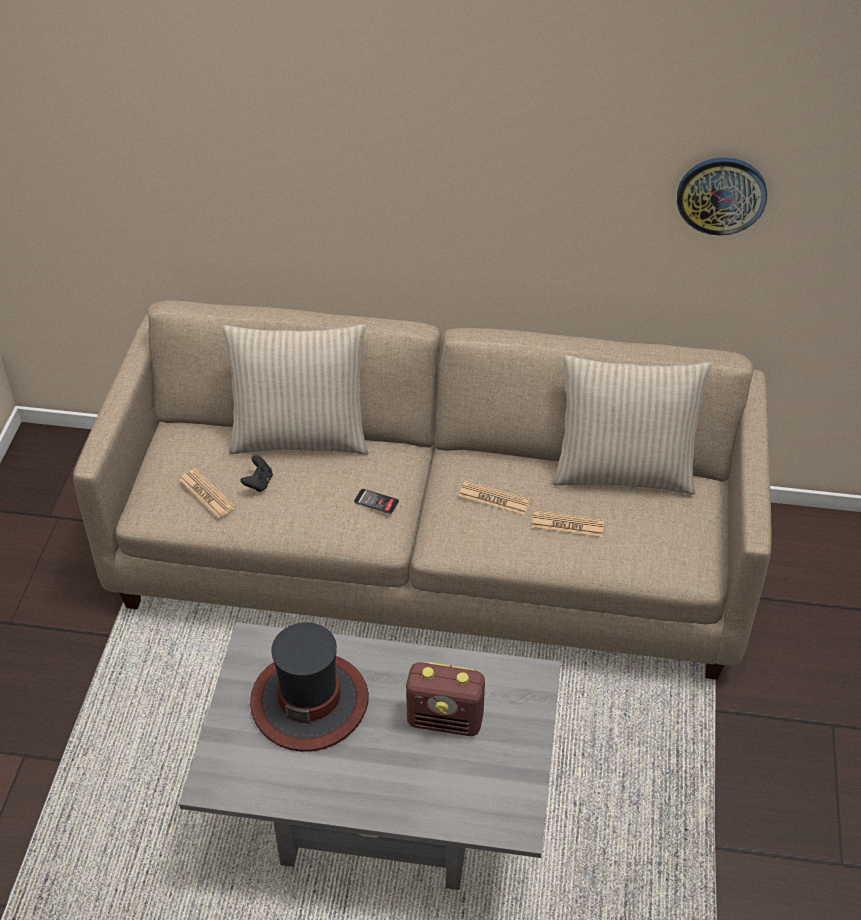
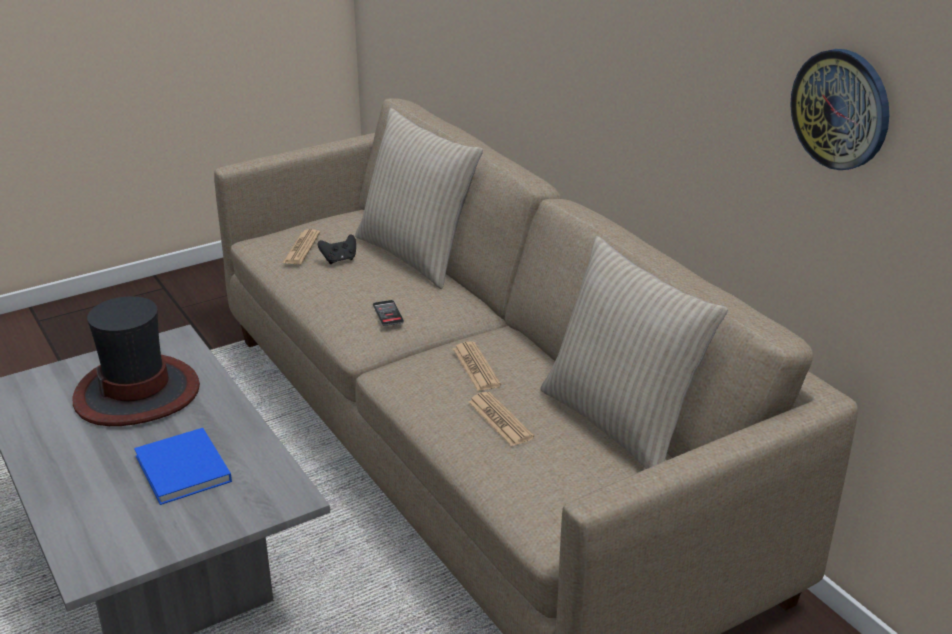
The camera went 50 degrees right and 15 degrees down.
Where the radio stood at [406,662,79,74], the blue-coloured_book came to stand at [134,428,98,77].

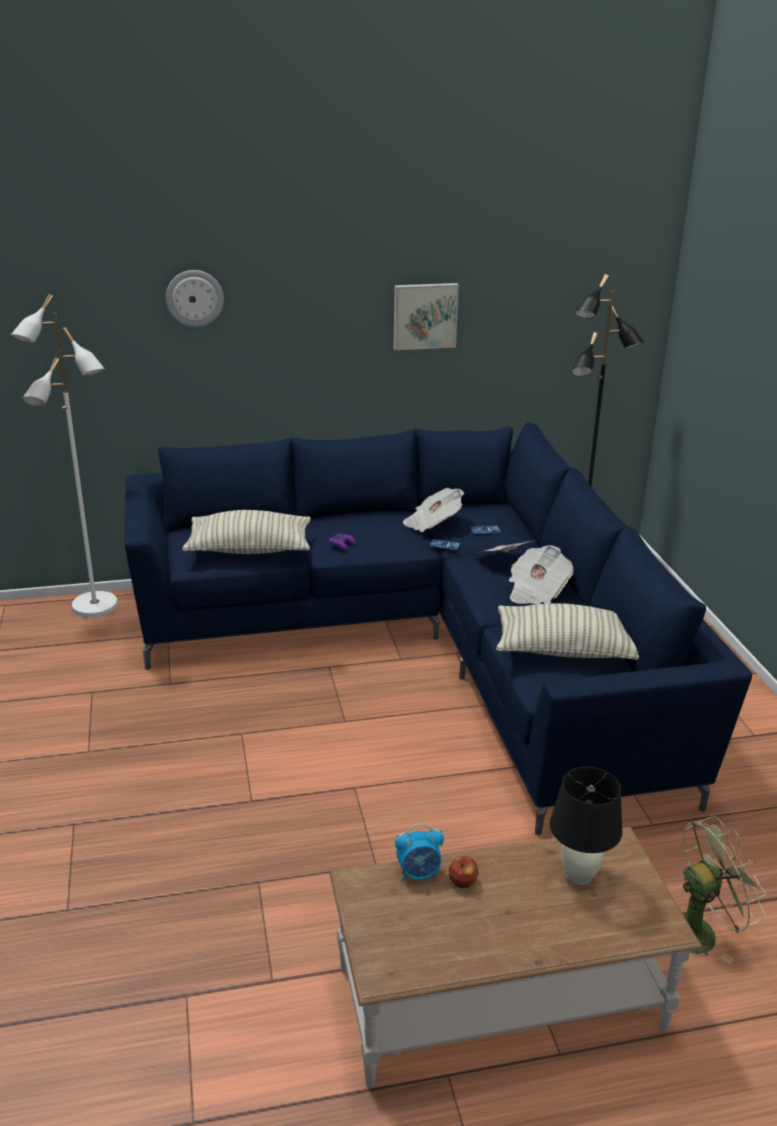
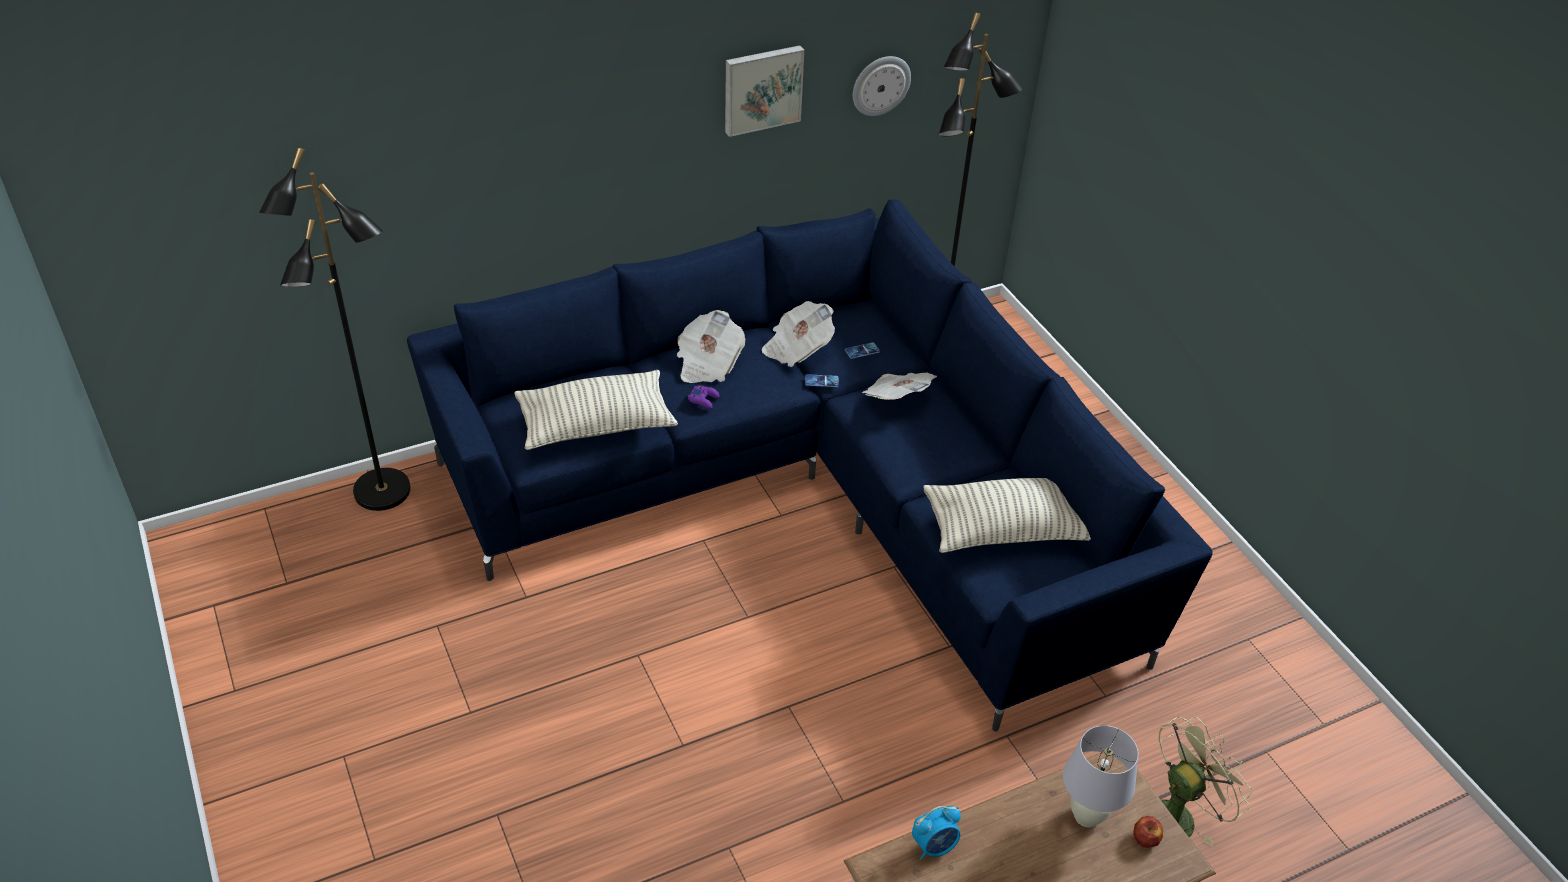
The camera went 15 degrees left and 15 degrees up.
The wall_clock ended up elsewhere, having gone from [166,270,58,57] to [853,56,58,60].
What was the white-coloured_standing_lamp at [11,294,107,323] turned into the black_standing_lamp at [259,148,152,363].
The newspaper ended up elsewhere, having gone from [509,545,65,59] to [677,310,69,73].
What was the black_table_lamp at [550,767,72,118] turned into the white-coloured_table_lamp at [1063,725,76,103].
The whole_apple ended up elsewhere, having gone from [449,856,29,32] to [1133,816,30,32].

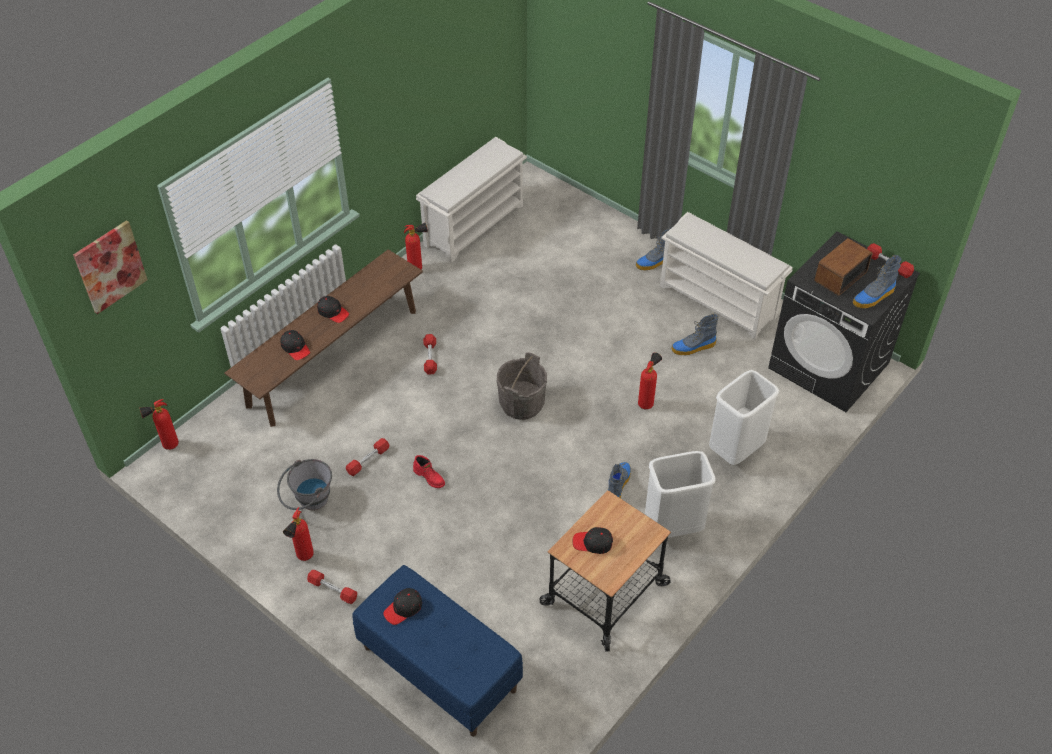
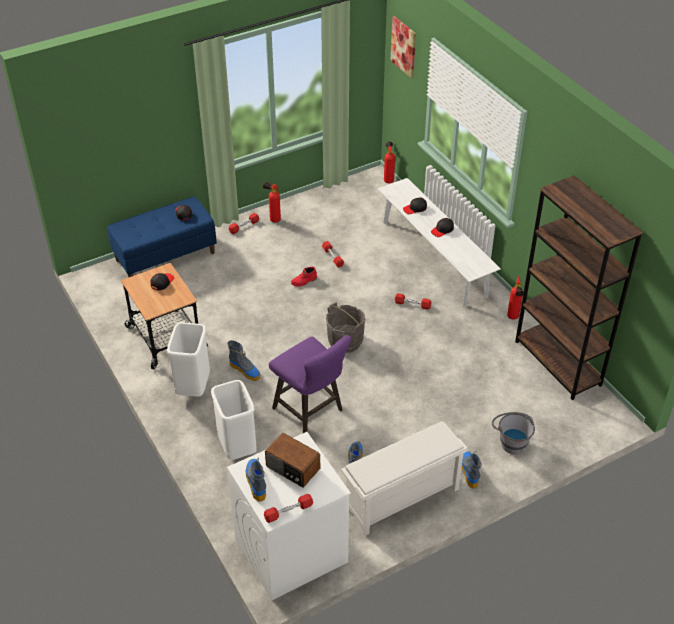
The camera went 110 degrees right and 5 degrees down.
Where the white-coloured_shoe_rack stood at [416,137,111,126], the brownish_shelving_unit came to stand at [515,175,128,225].
What was the black_laundry_appliance at [768,231,152,181] turned into the white-coloured_laundry_appliance at [227,432,124,168].
The radio at [814,238,59,58] ended up facing another way, 150 degrees clockwise from before.
What was the brownish_long_seat at [225,249,198,178] turned into the white-coloured_long_seat at [378,178,123,129].
Where the extinguisher stood at [638,352,24,57], the purple_stool came to stand at [269,335,83,98].
The grey_pail ended up elsewhere, having gone from [277,459,55,51] to [492,412,43,42].

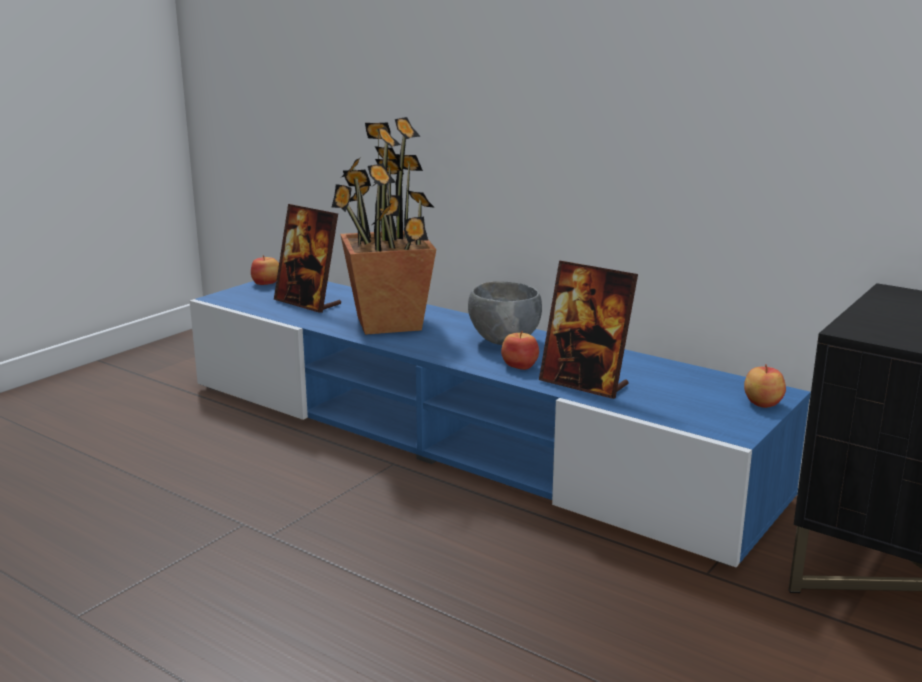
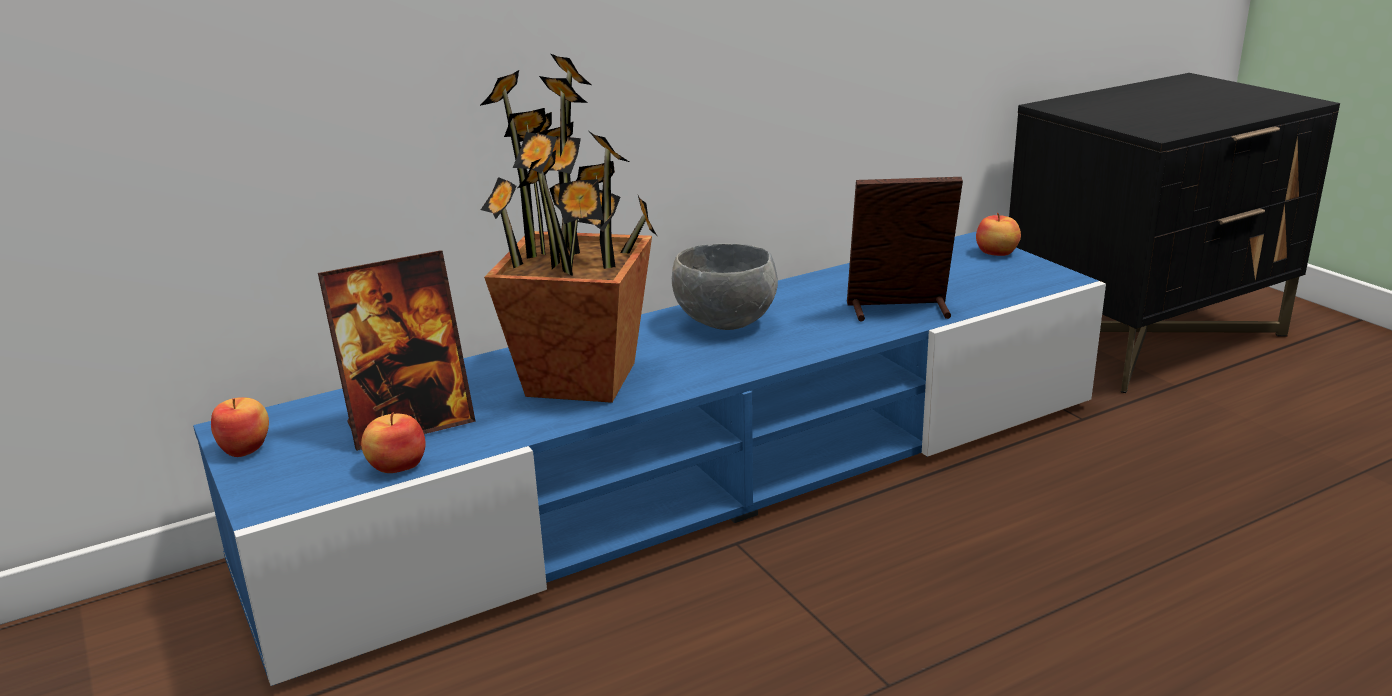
The camera went 65 degrees left and 5 degrees up.
The photo_frame at [539,261,99,138] ended up facing another way, 150 degrees counterclockwise from before.
The whole_apple ended up elsewhere, having gone from [501,331,38,39] to [361,413,65,60].

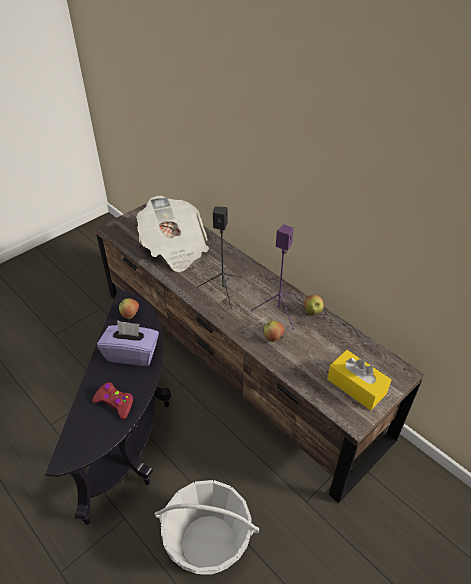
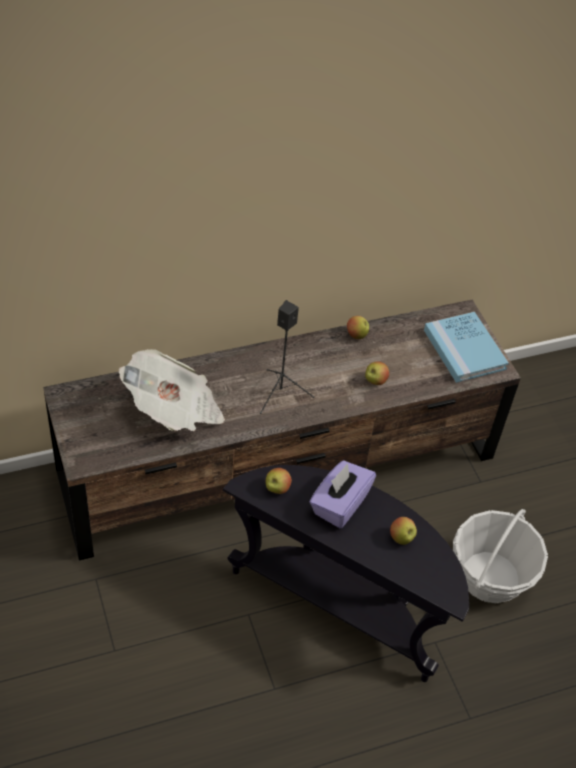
The camera went 70 degrees left and 5 degrees up.
The second view lost the purple_audio_speaker at [251,224,43,106].
Where the yellow_box_of_tissues stood at [327,350,64,60], the blue-coloured_book came to stand at [424,312,85,71].
Where the red-coloured_gamepad stood at [92,382,41,37], the whole_apple came to stand at [390,517,27,28].

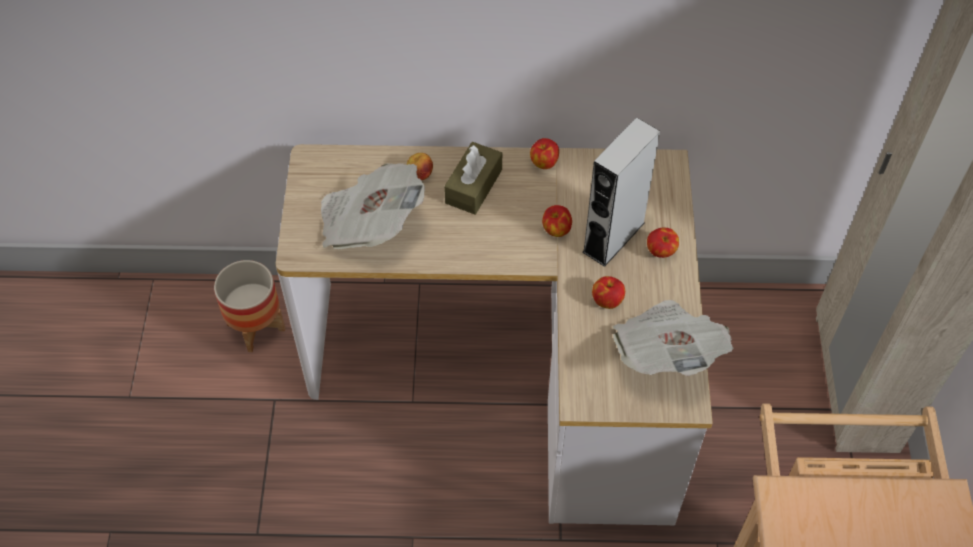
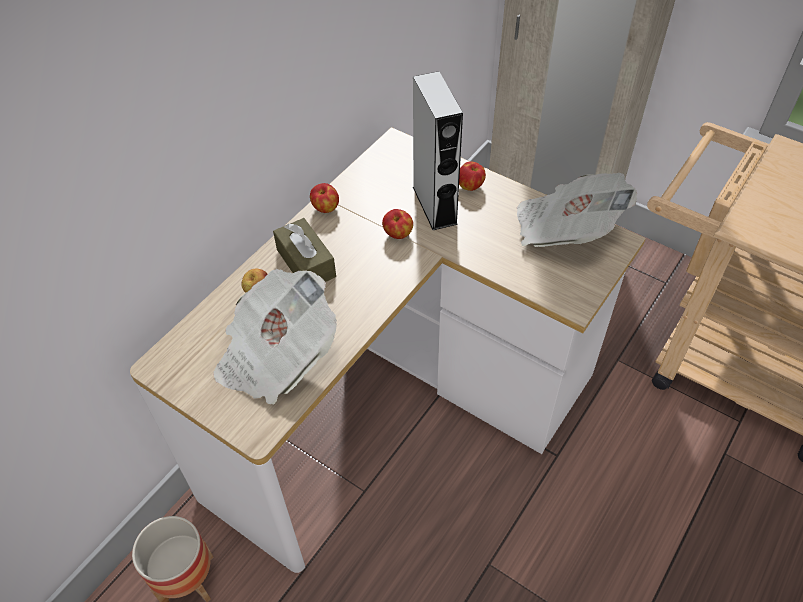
The camera went 55 degrees left and 5 degrees down.
The second view lost the whole_apple at [592,276,33,33].

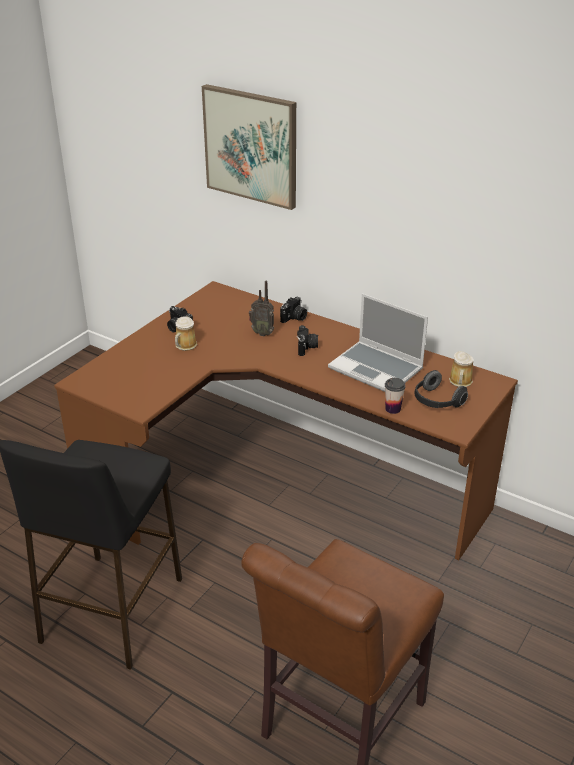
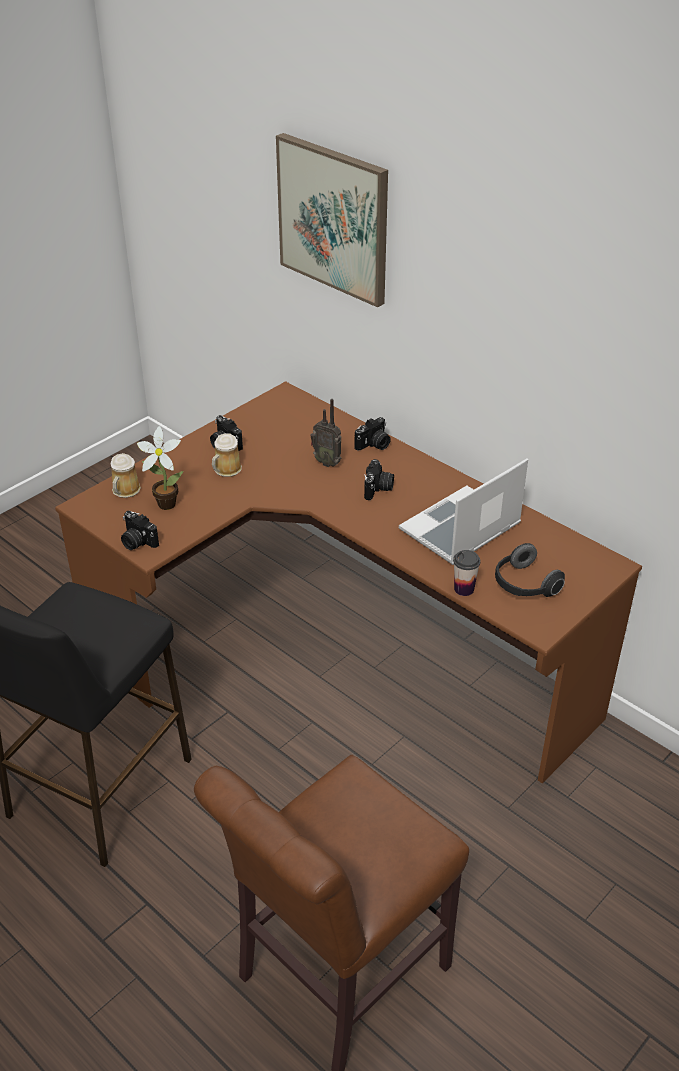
The camera went 10 degrees right and 5 degrees up.
The notebook_computer at [328,293,100,99] ended up facing another way, 90 degrees clockwise from before.
The mug ended up elsewhere, having gone from [449,351,25,36] to [110,453,31,45].
The second view gained the plant_in_a_pot at [137,426,46,84].
The second view gained the photo_camera at [121,511,38,39].

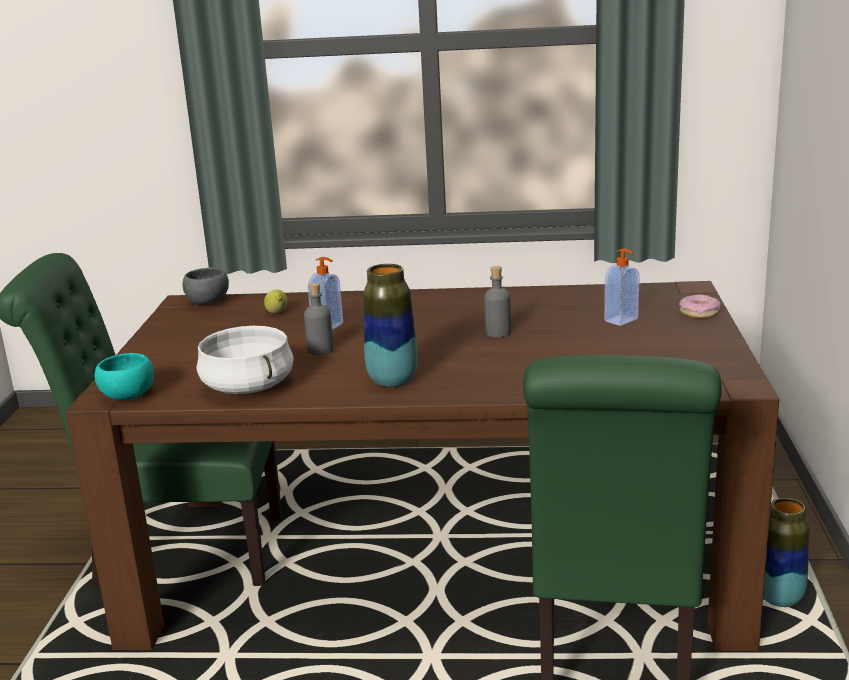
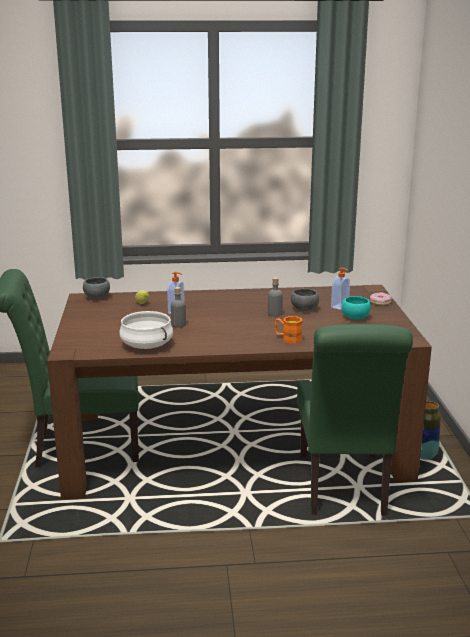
The camera went 10 degrees left and 0 degrees up.
The second view lost the vase at [363,264,55,123].
The turquoise-coloured_bowl ended up elsewhere, having gone from [95,353,59,47] to [342,296,29,23].
The second view gained the grey_bowl at [291,289,28,22].
The second view gained the orangey_mug at [275,316,27,28].

